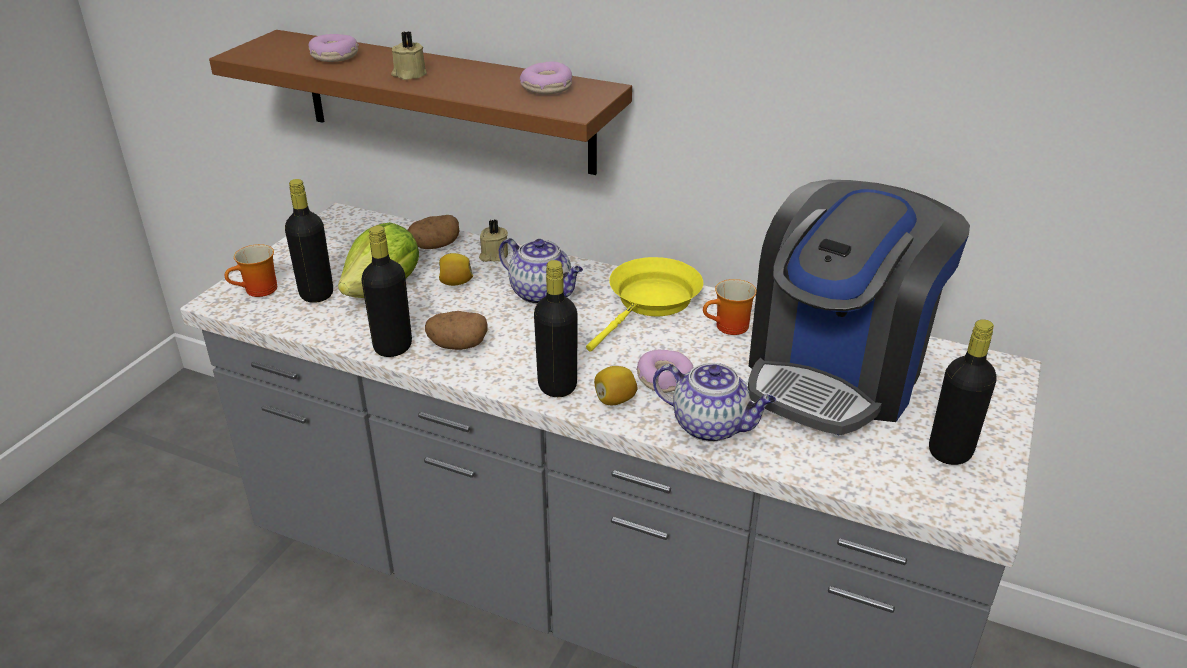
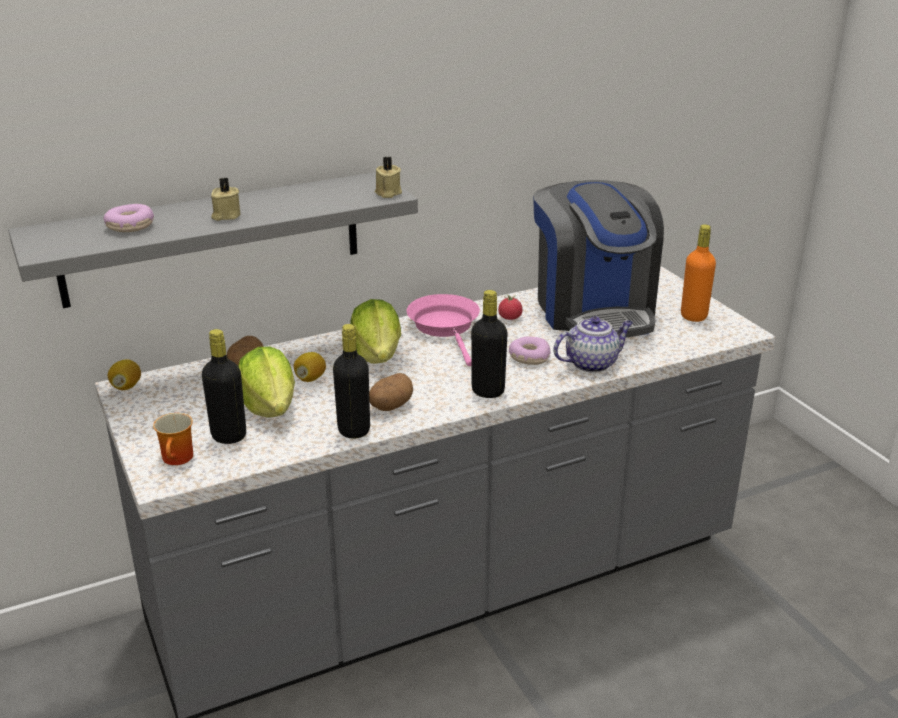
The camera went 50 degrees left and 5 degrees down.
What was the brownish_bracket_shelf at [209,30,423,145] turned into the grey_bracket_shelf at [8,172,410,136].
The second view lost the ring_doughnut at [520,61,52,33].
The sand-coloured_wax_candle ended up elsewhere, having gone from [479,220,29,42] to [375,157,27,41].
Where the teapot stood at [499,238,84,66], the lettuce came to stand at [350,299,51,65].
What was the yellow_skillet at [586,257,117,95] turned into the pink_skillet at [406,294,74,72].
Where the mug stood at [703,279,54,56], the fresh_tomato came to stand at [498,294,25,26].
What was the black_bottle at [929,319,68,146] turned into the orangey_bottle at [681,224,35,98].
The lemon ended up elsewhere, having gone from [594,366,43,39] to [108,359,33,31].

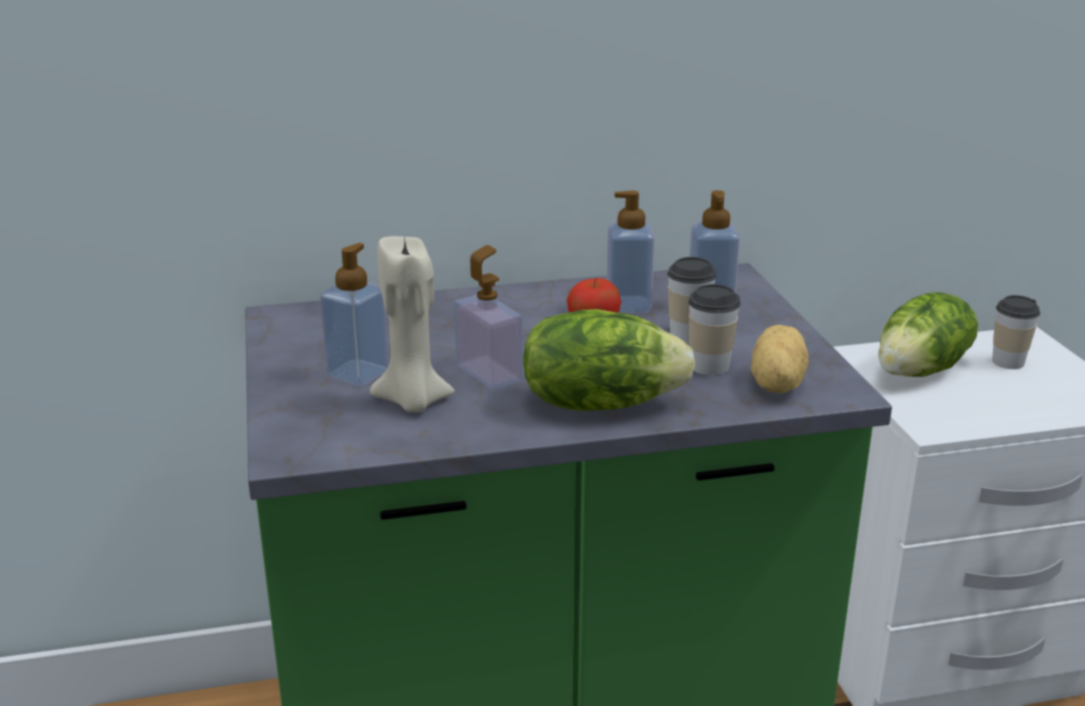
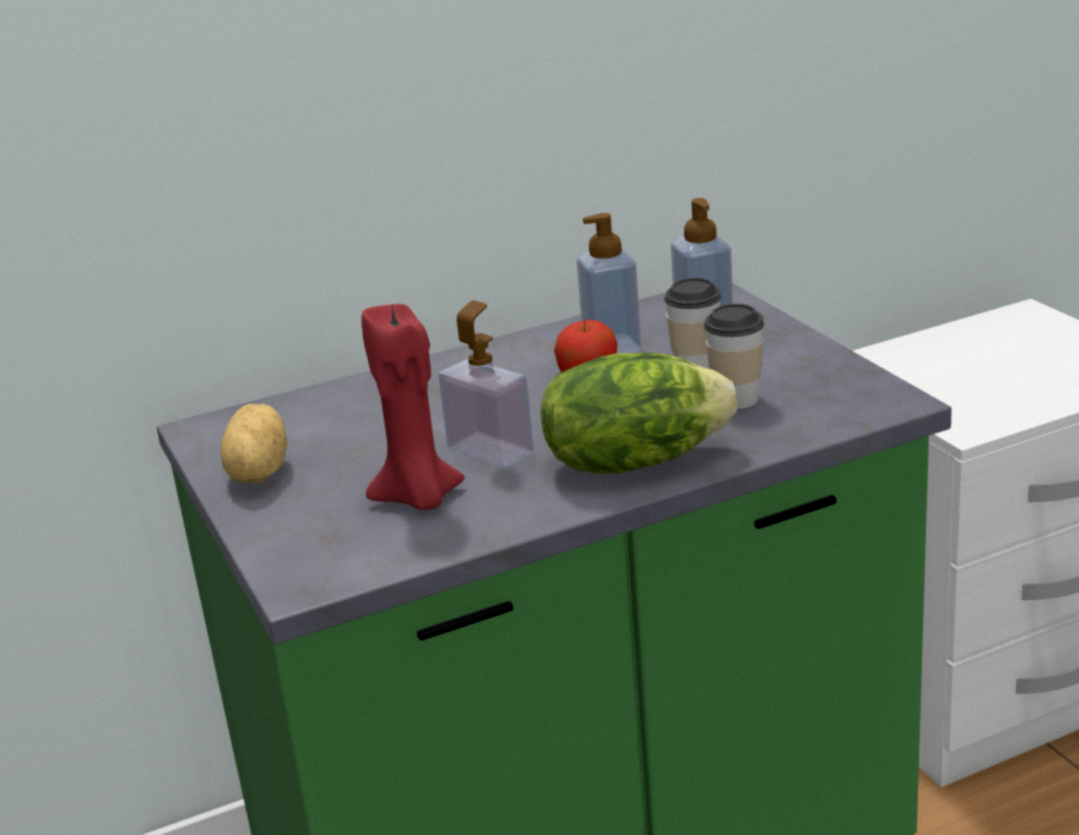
The camera went 10 degrees left and 0 degrees up.
What was the sand-coloured_wax_candle at [370,236,85,176] turned into the red-coloured_wax_candle at [362,304,103,206].
The second view lost the liquid_soap_bottle at [320,243,69,144].
The second view lost the lettuce at [878,292,100,85].
The second view lost the drinking_cup at [992,295,48,74].
The potato ended up elsewhere, having gone from [751,325,58,69] to [220,404,67,80].

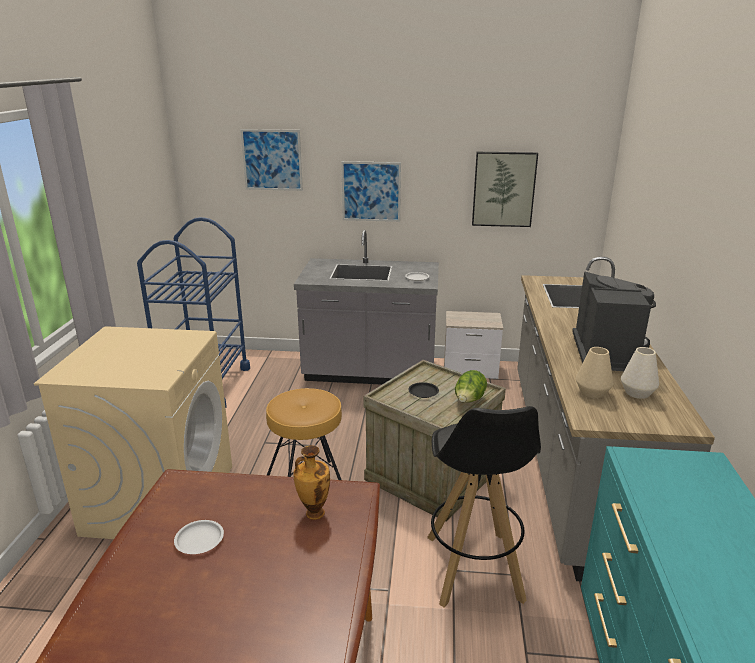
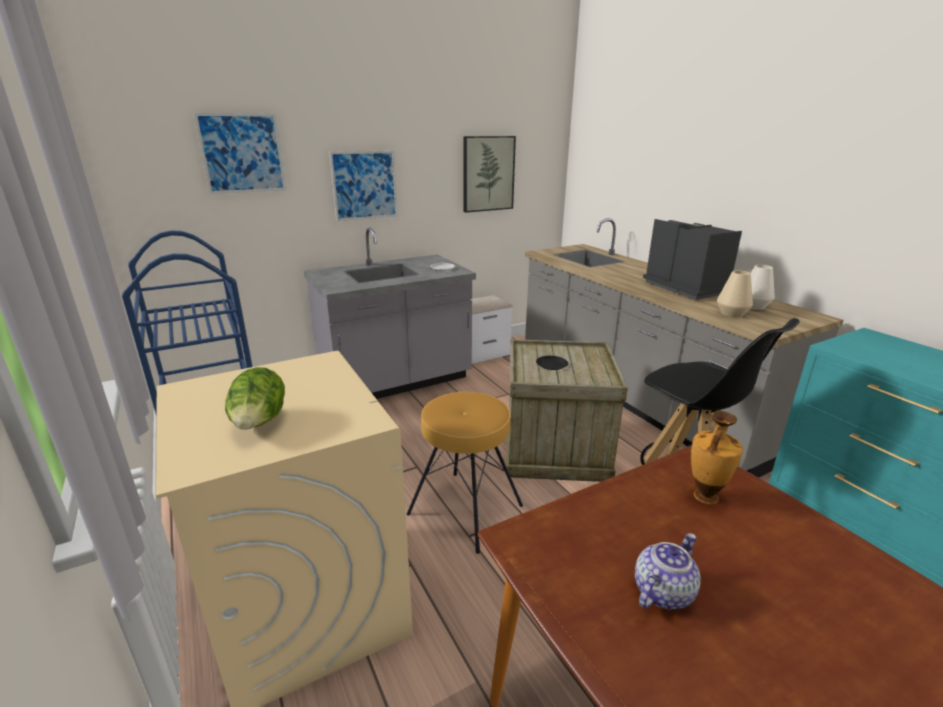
The camera went 35 degrees left and 0 degrees up.
The lettuce ended up elsewhere, having gone from [455,370,32,32] to [225,367,60,63].
Where the white-coloured_plate stood at [174,520,50,34], the teapot came to stand at [635,533,66,76].

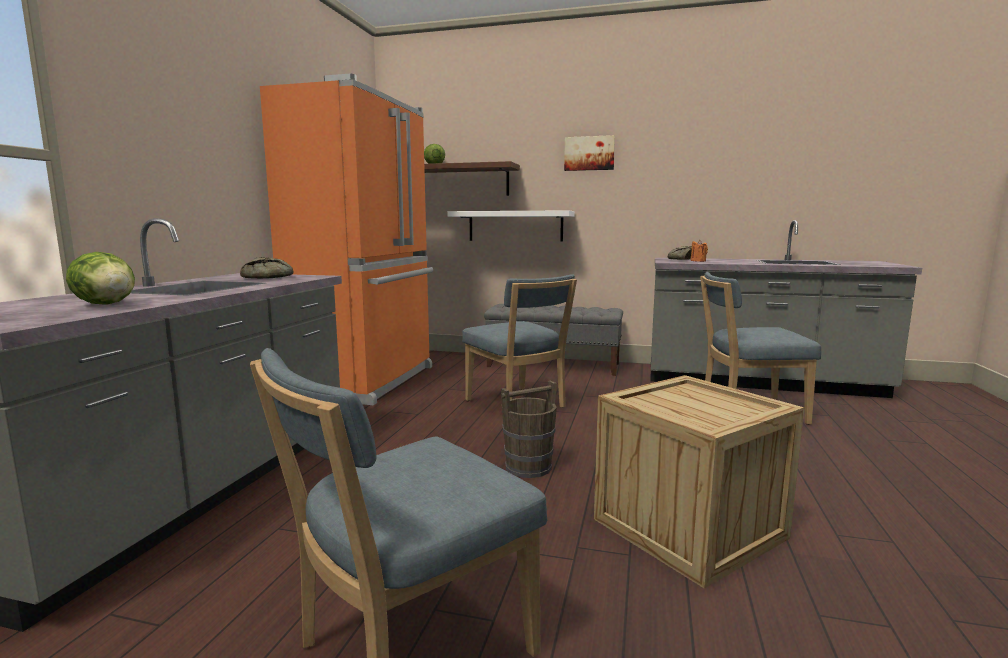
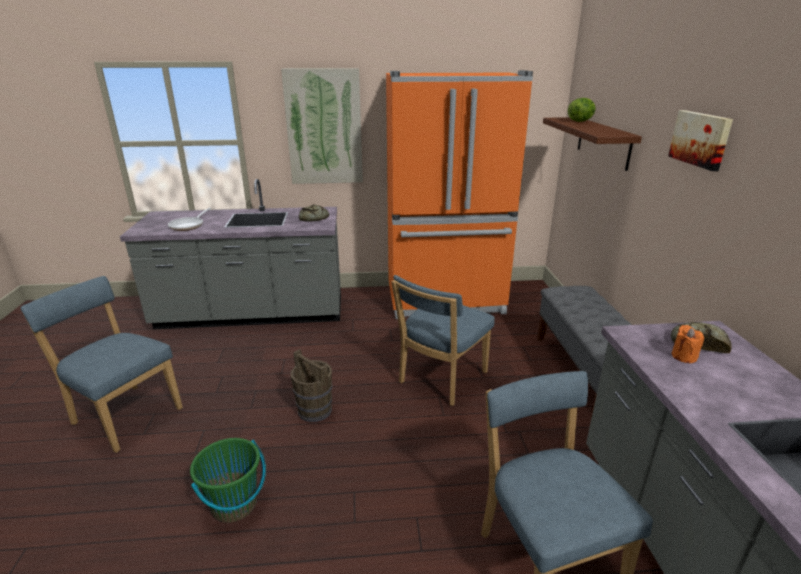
The camera went 70 degrees right and 15 degrees up.
The second view lost the white-coloured_bracket_shelf at [448,210,127,31].
Where the lettuce stood at [66,252,69,53], the skillet came to stand at [168,208,43,23].
Where the shipping_crate stood at [594,375,210,214], the green_pail came to stand at [190,438,76,85].
The second view gained the picture at [281,68,82,116].

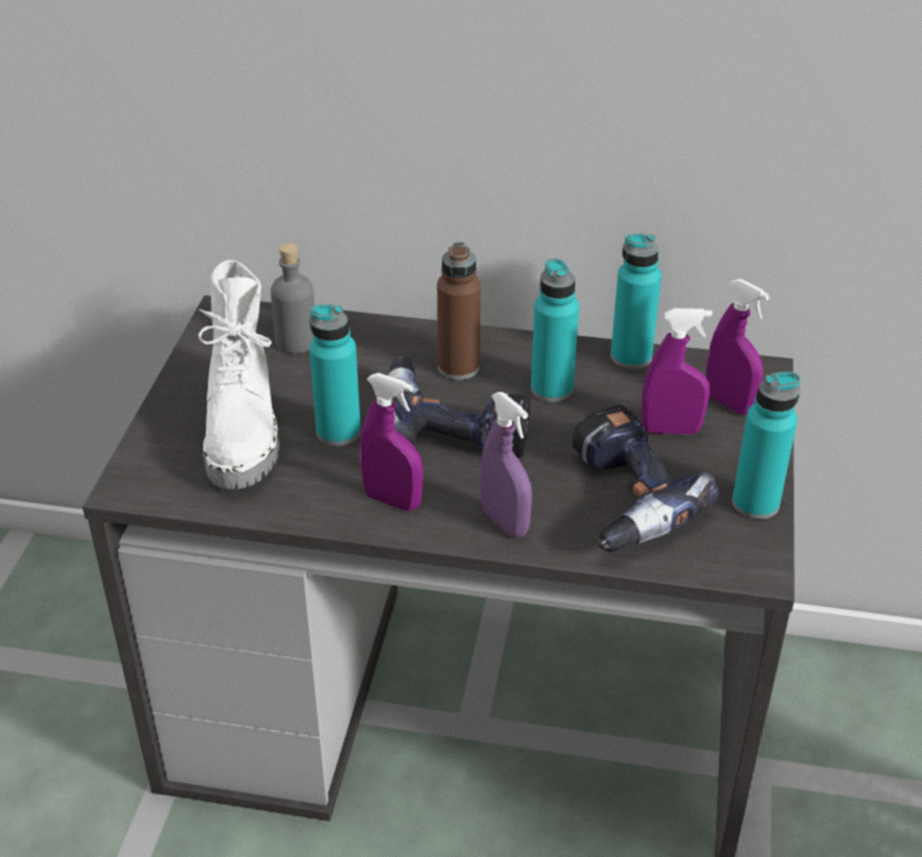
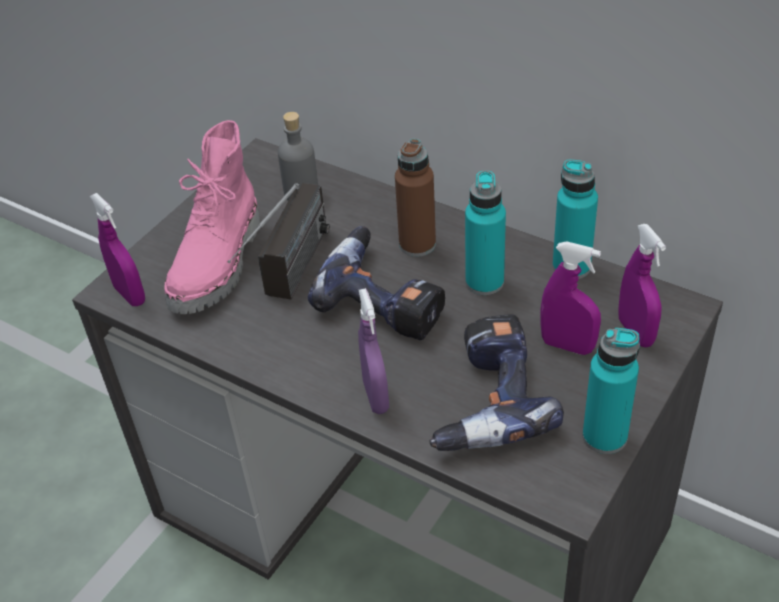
The camera went 25 degrees right and 5 degrees up.
What was the white-coloured_high-top_boot at [198,260,82,229] turned into the pink_high-top_boot at [164,120,96,194].
Where the turquoise-coloured_bottle stood at [309,304,52,142], the radio came to stand at [227,183,103,117].
The purple_spray_bottle ended up elsewhere, having gone from [360,373,63,138] to [90,193,55,113].

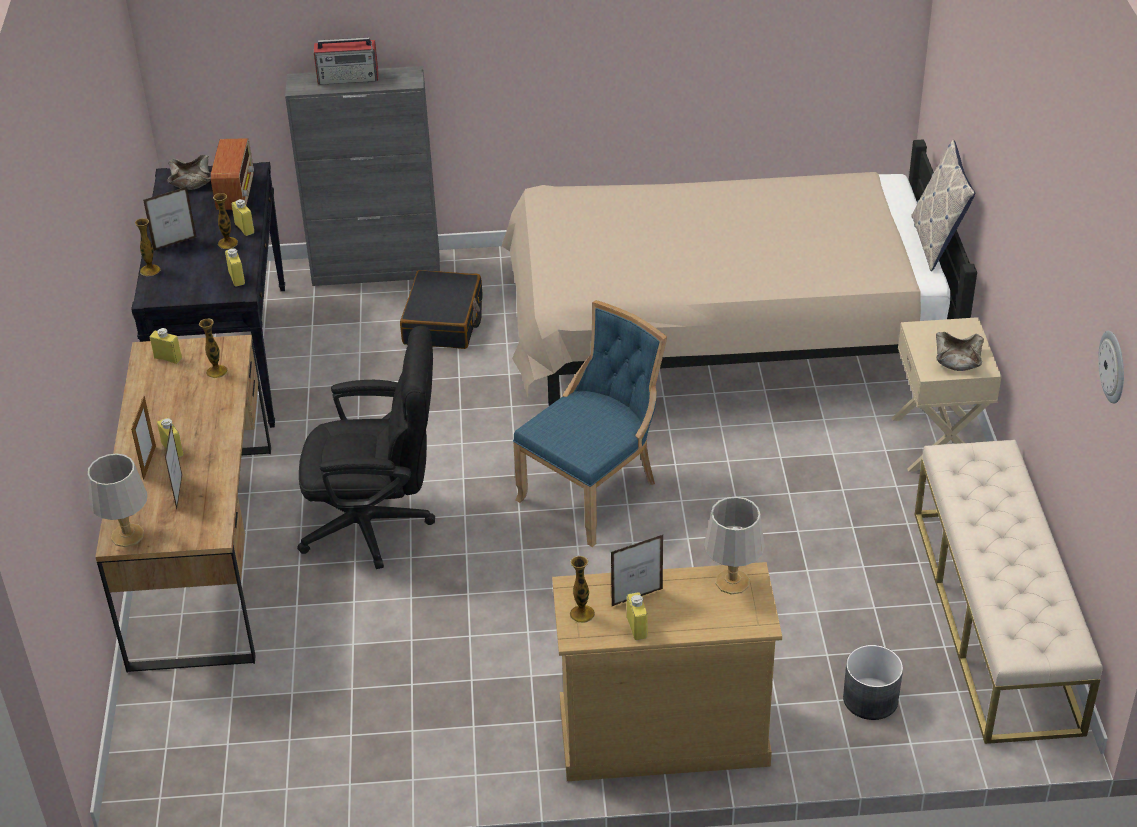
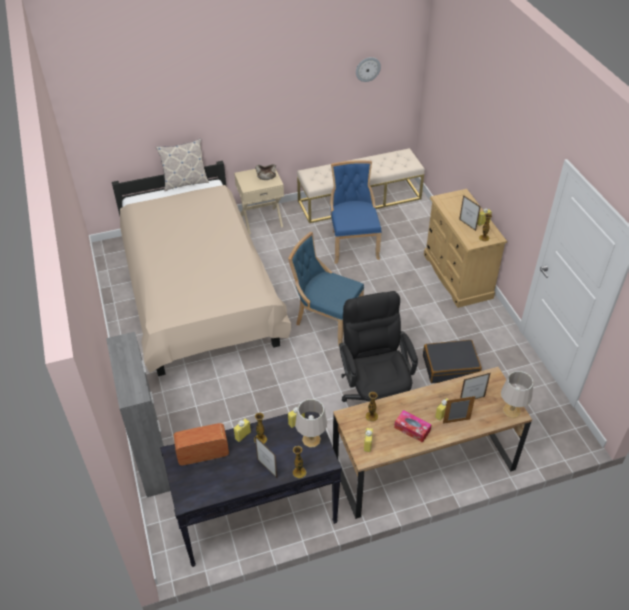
The camera went 105 degrees left and 5 degrees up.
The second view lost the radio at [314,37,64,48].
The second view lost the sand-coloured_bowl at [168,155,43,35].
The black_travel_case ended up elsewhere, having gone from [400,270,82,79] to [423,340,59,43].
The grey_table_lamp ended up elsewhere, having gone from [704,497,61,97] to [295,399,32,49].
The second view lost the grey_plant_pot at [843,645,60,75].
The second view gained the blue-coloured_chair at [330,160,51,104].
The second view gained the box_of_tissues at [394,410,38,33].

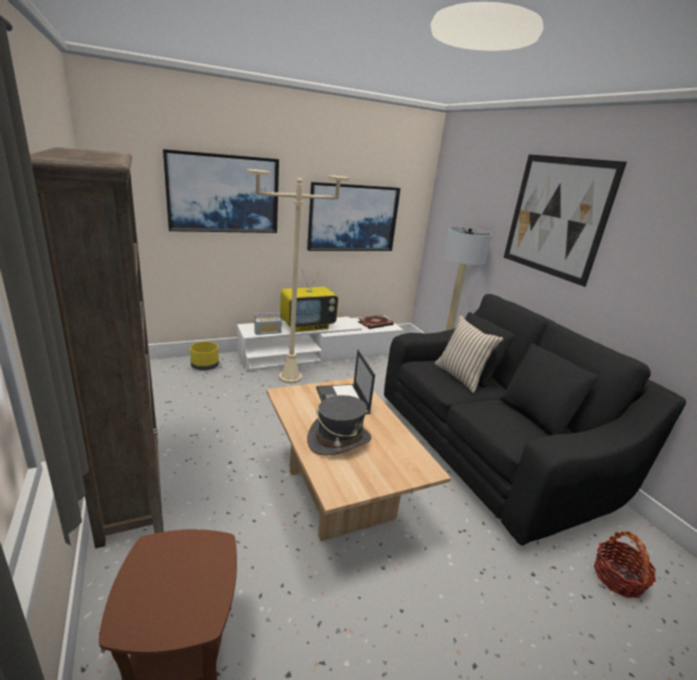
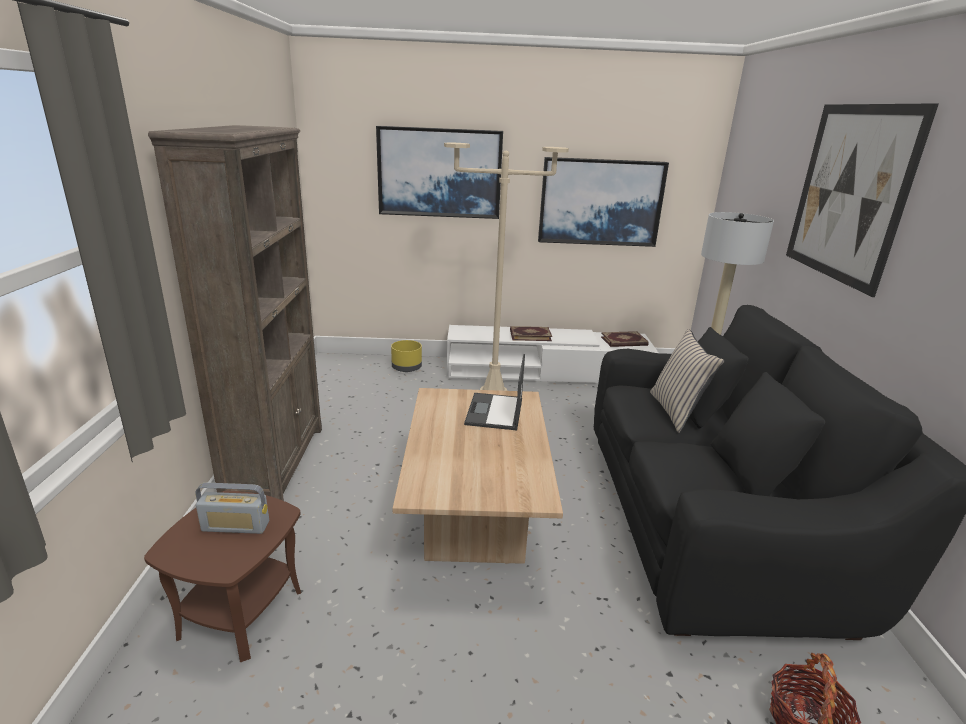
The camera went 25 degrees right and 0 degrees up.
Where the TV_set stood at [280,269,58,63], the book came to stand at [510,326,42,15].
The radio ended up elsewhere, having gone from [254,312,28,23] to [195,483,74,51].
The second view lost the grey_clothing_hat at [307,395,64,60].

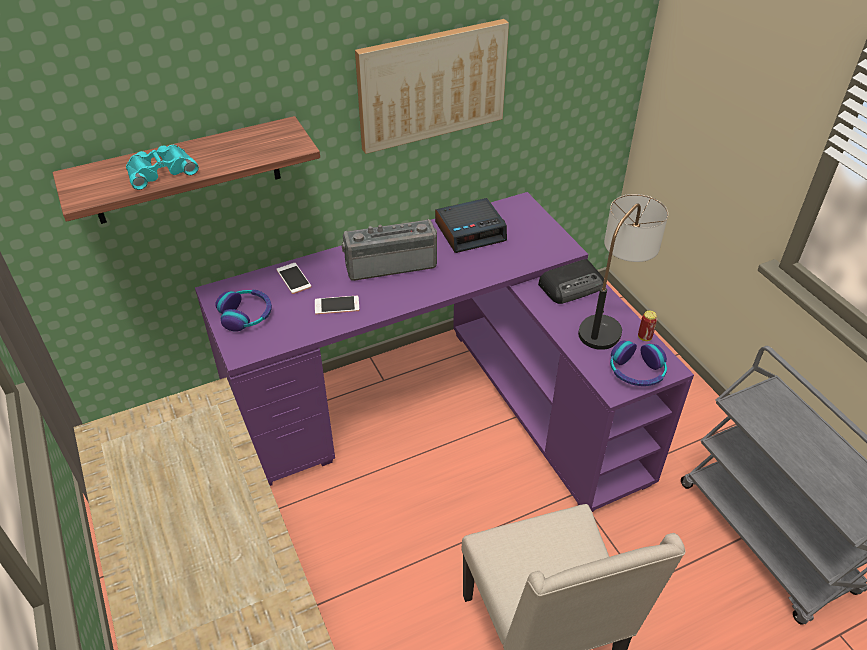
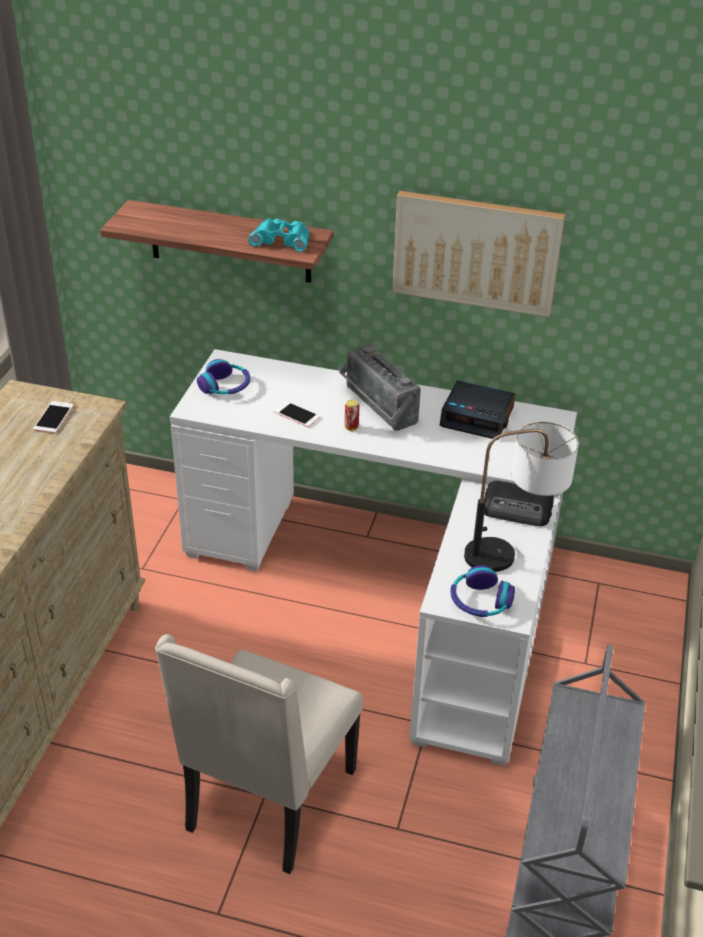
The camera went 40 degrees right and 5 degrees down.
The turquoise-coloured_pair_of_binoculars ended up elsewhere, having gone from [126,145,73,45] to [248,219,62,33].
What was the purple_desk_unit at [195,192,499,320] turned into the white-coloured_desk_unit at [170,349,407,417].
The radio at [342,219,95,62] ended up facing another way, 150 degrees counterclockwise from before.
The handset ended up elsewhere, having gone from [276,263,35,31] to [33,401,41,33].
The metal_can ended up elsewhere, having gone from [638,311,19,30] to [345,400,14,31].

